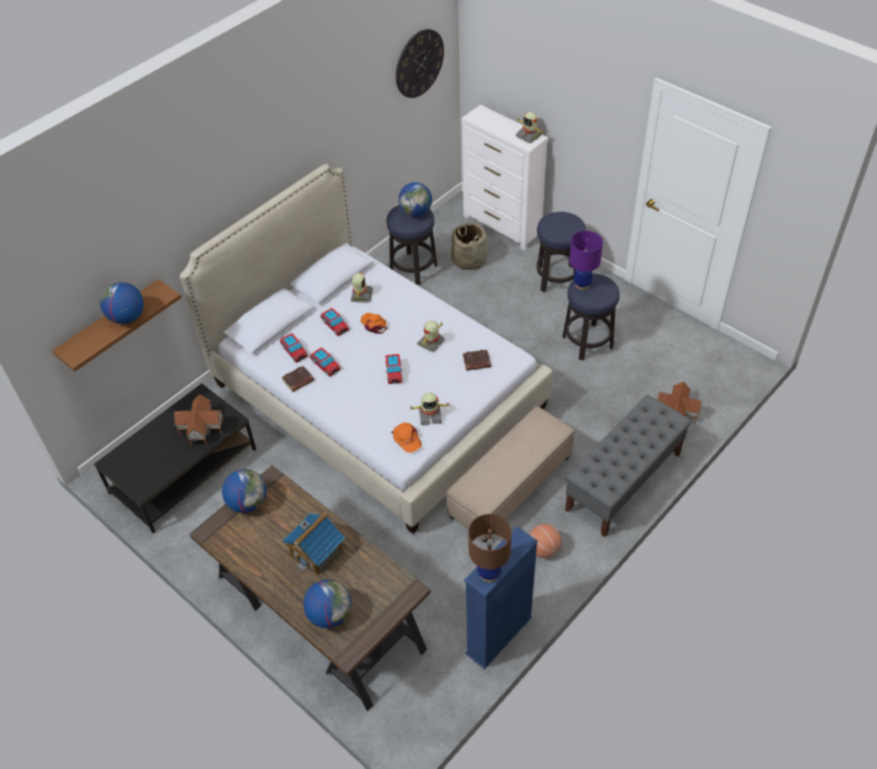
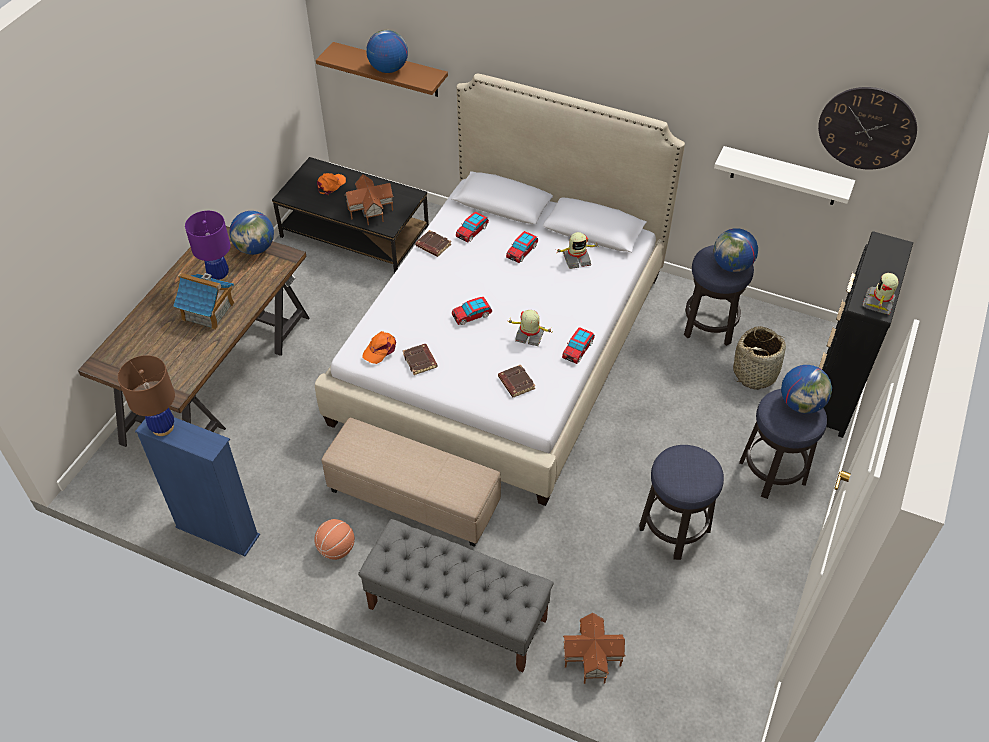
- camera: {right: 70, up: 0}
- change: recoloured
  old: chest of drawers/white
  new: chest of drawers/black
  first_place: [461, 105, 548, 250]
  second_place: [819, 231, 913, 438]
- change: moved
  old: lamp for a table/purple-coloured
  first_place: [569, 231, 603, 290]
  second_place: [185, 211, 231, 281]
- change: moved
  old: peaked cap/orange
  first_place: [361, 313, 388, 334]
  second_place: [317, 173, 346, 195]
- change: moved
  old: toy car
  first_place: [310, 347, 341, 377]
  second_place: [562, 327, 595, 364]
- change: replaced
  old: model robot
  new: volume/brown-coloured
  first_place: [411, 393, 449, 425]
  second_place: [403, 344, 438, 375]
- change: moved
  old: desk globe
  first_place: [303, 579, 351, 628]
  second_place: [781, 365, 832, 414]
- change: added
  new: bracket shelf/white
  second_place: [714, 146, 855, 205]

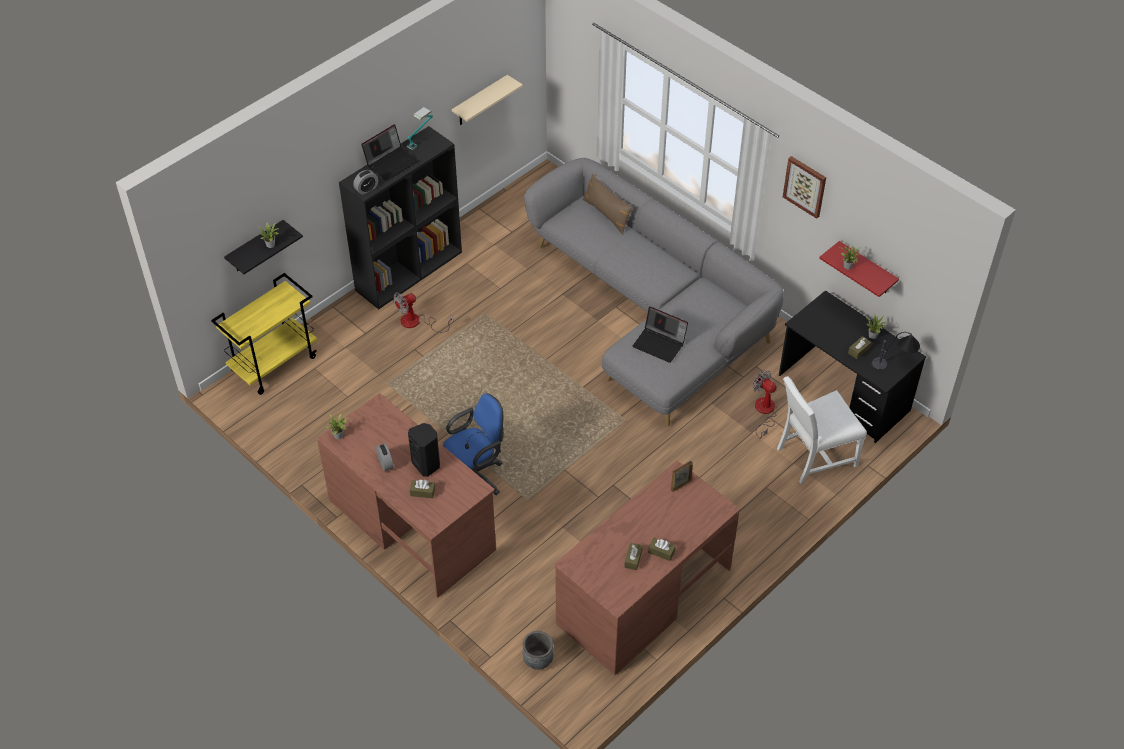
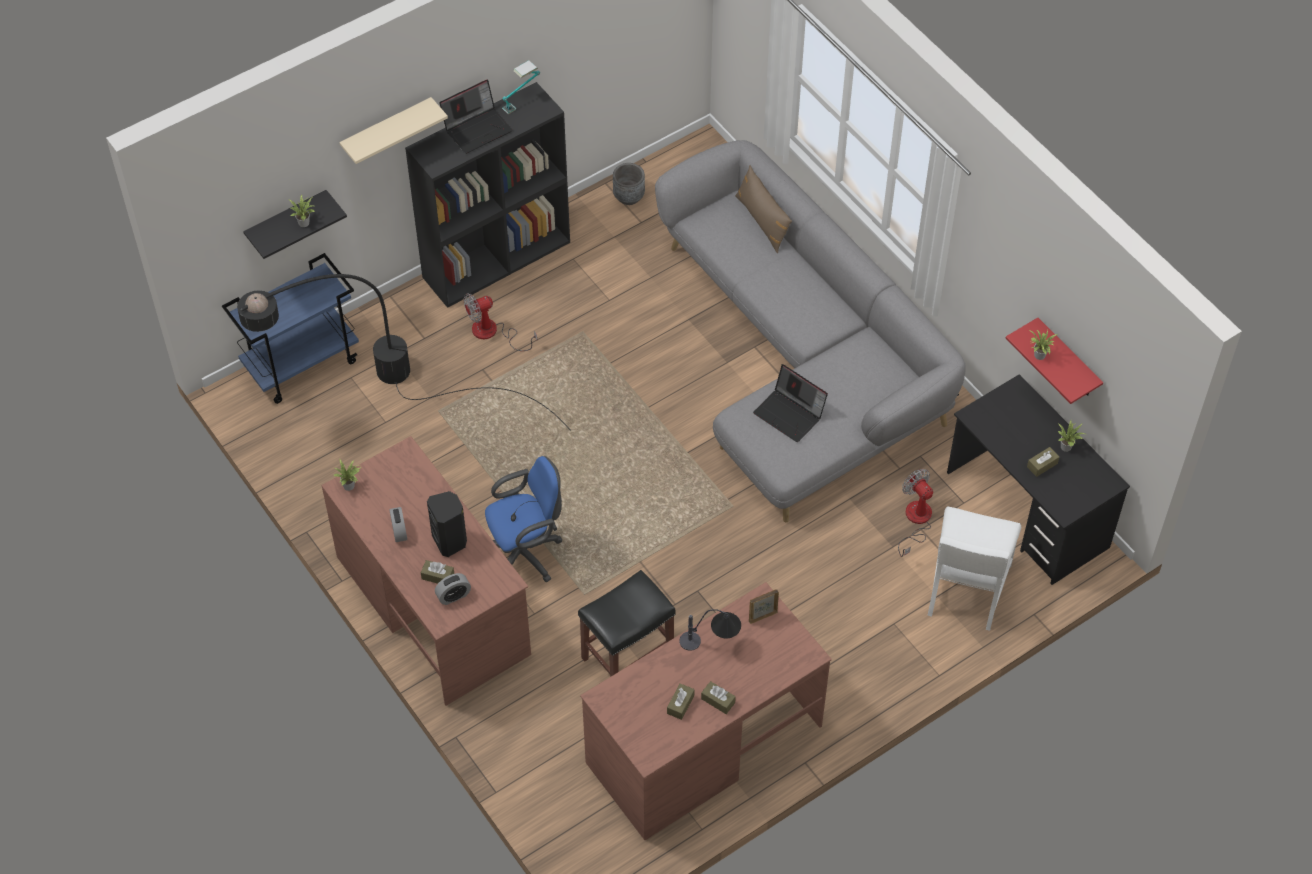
- camera: {right: 10, up: 5}
- change: moved
  old: bracket shelf/beige
  first_place: [452, 75, 523, 125]
  second_place: [339, 97, 448, 164]
- change: removed
  old: wall picture
  first_place: [783, 156, 826, 219]
- change: moved
  old: bedside clock
  first_place: [353, 170, 378, 195]
  second_place: [435, 573, 471, 605]
- change: recoloured
  old: trolley/yellow-coloured
  new: trolley/bluish
  first_place: [211, 273, 317, 395]
  second_place: [222, 253, 359, 404]
- change: moved
  old: lamp for a table
  first_place: [872, 332, 920, 370]
  second_place: [679, 609, 741, 651]
- change: turned
  old: upright chair/white
  first_place: [777, 376, 867, 484]
  second_place: [928, 506, 1021, 631]
  degrees: -60
- change: moved
  old: plant pot/grey
  first_place: [523, 631, 553, 670]
  second_place: [613, 163, 645, 205]
- change: added
  new: floor lamp/black
  second_place: [237, 274, 571, 431]
- change: added
  new: stool seat/black
  second_place: [578, 570, 676, 677]

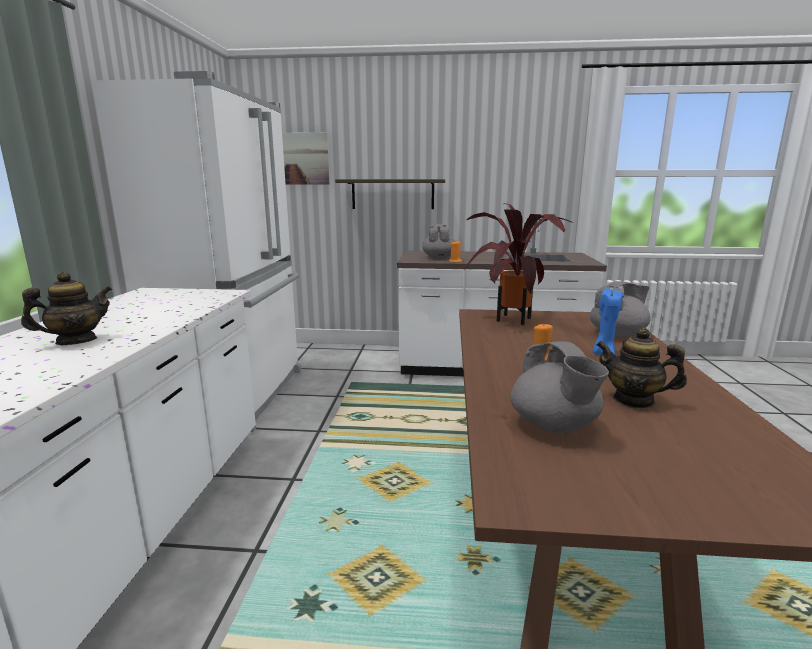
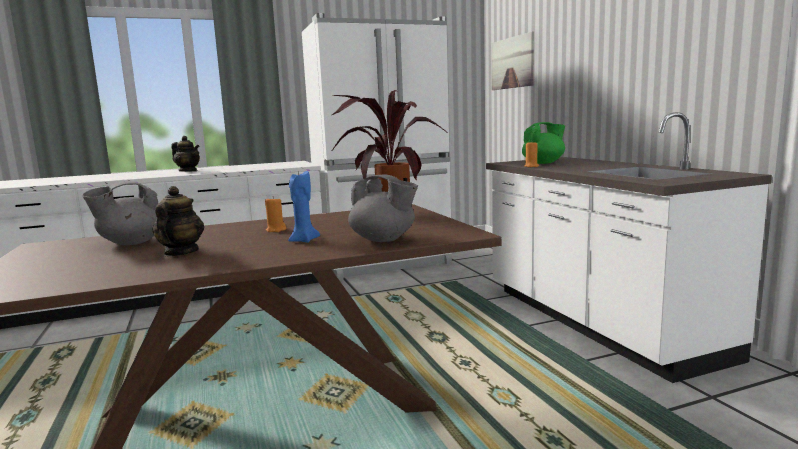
- camera: {right: 65, up: -5}
- change: removed
  old: bracket shelf
  first_place: [335, 179, 445, 209]
- change: recoloured
  old: pot for tea/grey
  new: pot for tea/green-coloured
  first_place: [422, 224, 456, 259]
  second_place: [522, 122, 565, 164]

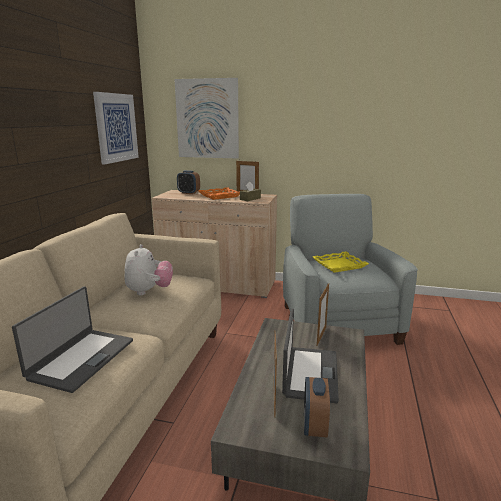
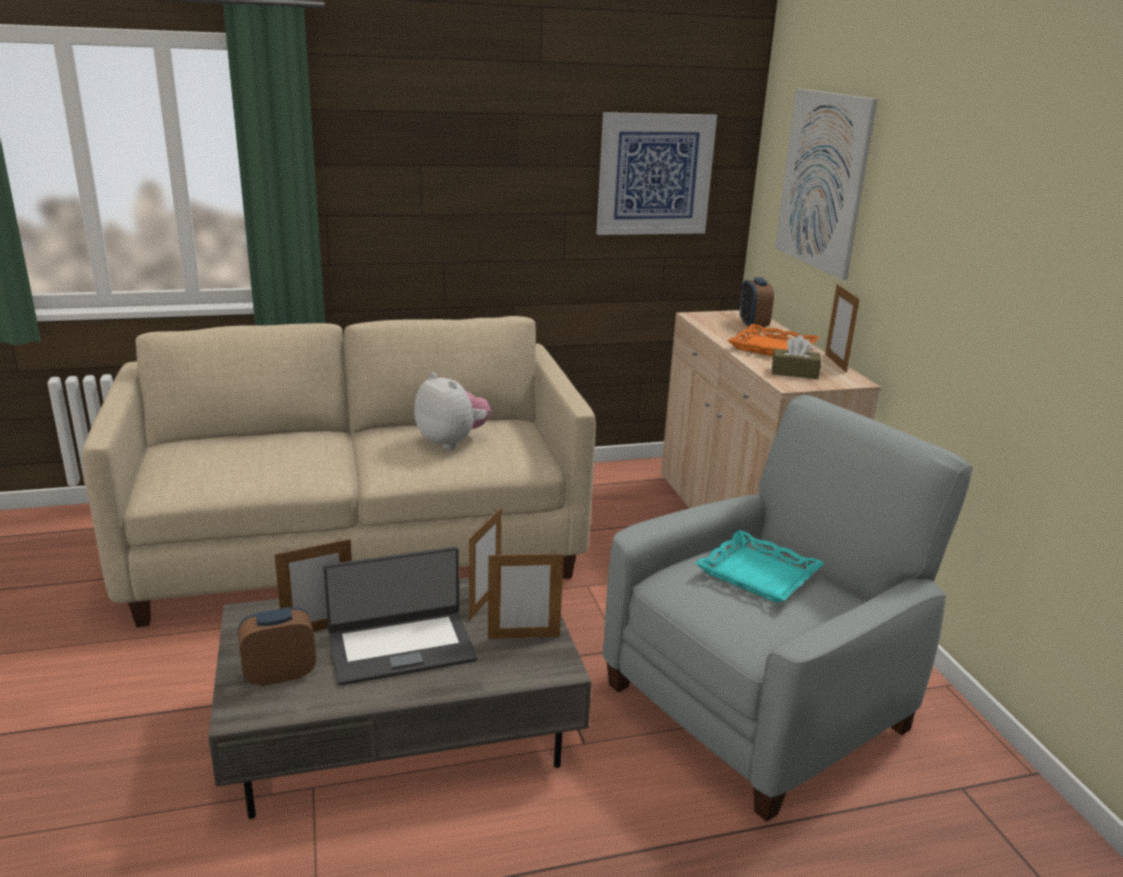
- camera: {right: 60, up: 5}
- change: turned
  old: plush toy
  first_place: [124, 244, 173, 295]
  second_place: [414, 372, 491, 450]
  degrees: -105
- change: recoloured
  old: serving tray/yellow-coloured
  new: serving tray/turquoise
  first_place: [313, 251, 369, 273]
  second_place: [695, 530, 824, 603]
- change: removed
  old: notebook computer
  first_place: [12, 286, 133, 393]
- change: added
  new: standing frame
  second_place: [469, 508, 502, 620]

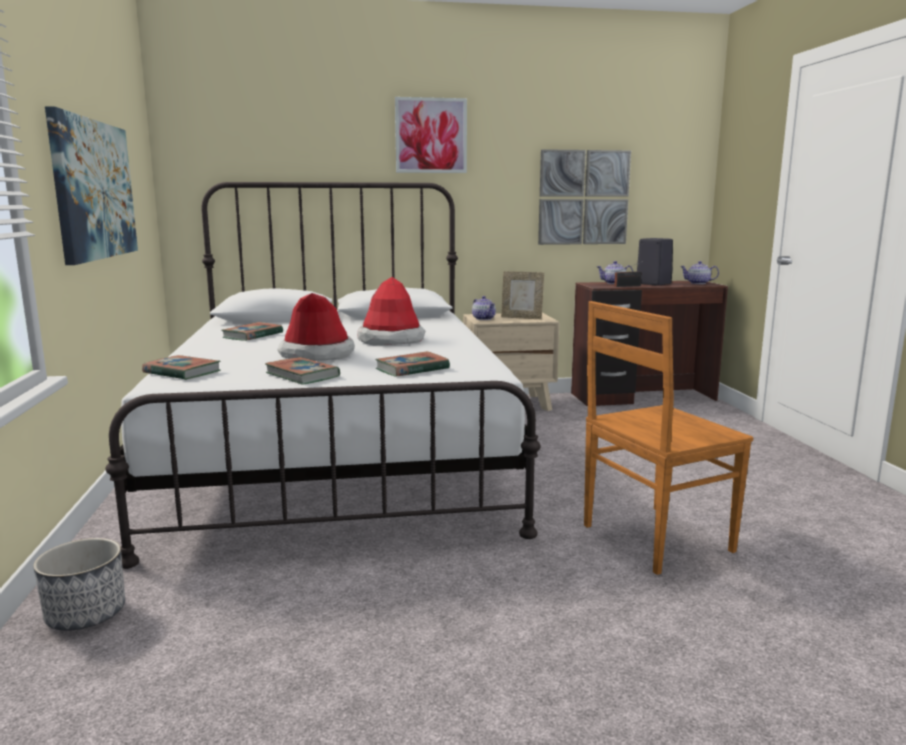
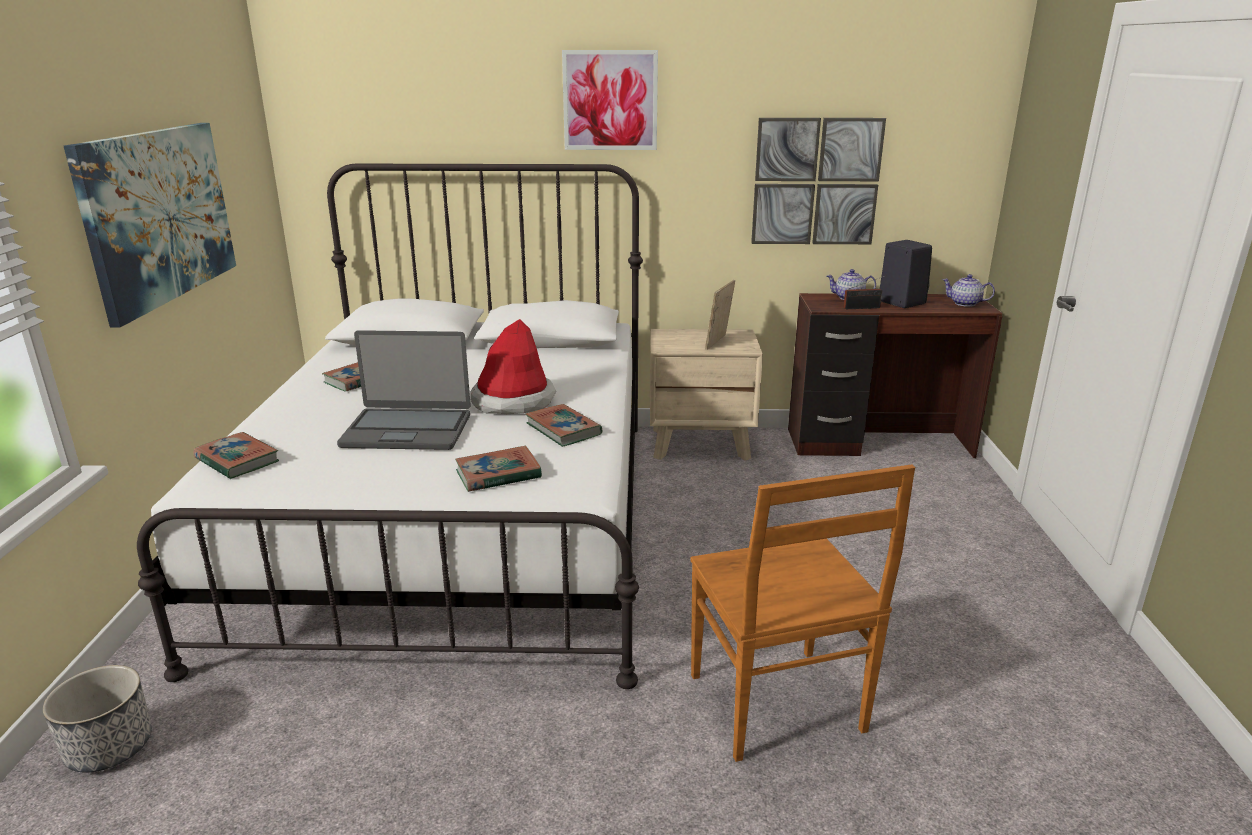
- camera: {right: 10, up: 10}
- change: turned
  old: standing frame
  first_place: [501, 271, 544, 319]
  second_place: [705, 280, 735, 350]
  degrees: 90
- change: replaced
  old: wearable hat
  new: notebook computer
  first_place: [277, 293, 355, 361]
  second_place: [337, 330, 471, 450]
- change: removed
  old: pot for tea
  first_place: [472, 296, 496, 320]
- change: turned
  old: upright chair/brown-coloured
  first_place: [584, 301, 754, 575]
  second_place: [690, 464, 915, 762]
  degrees: -90
- change: moved
  old: volume
  first_place: [265, 357, 340, 385]
  second_place: [525, 404, 602, 447]

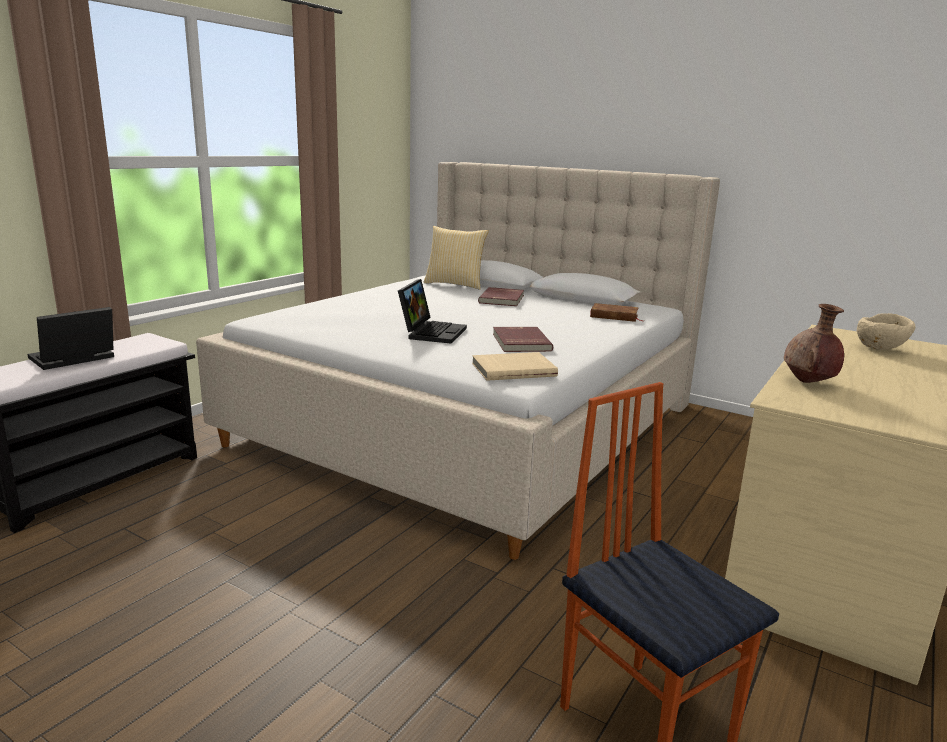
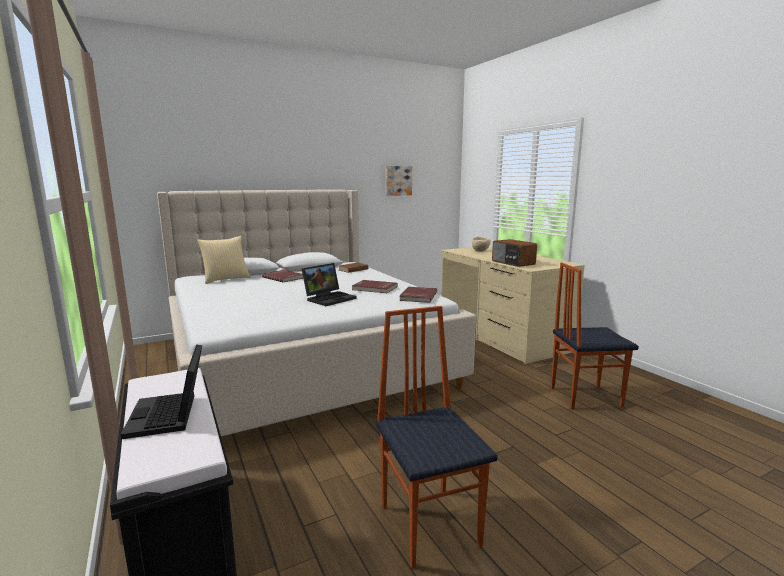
- camera: {right: -60, up: -5}
- change: turned
  old: notebook computer
  first_place: [398, 279, 467, 344]
  second_place: [302, 263, 356, 306]
  degrees: 90
- change: replaced
  old: decorative vase/brown-coloured
  new: radio set
  first_place: [784, 304, 844, 383]
  second_place: [492, 239, 537, 267]
- change: recoloured
  old: volume/beige
  new: volume/red-coloured
  first_place: [472, 352, 558, 381]
  second_place: [399, 286, 437, 303]
- change: added
  new: wall picture
  second_place: [386, 166, 412, 196]
- change: added
  new: upright chair
  second_place: [376, 306, 498, 569]

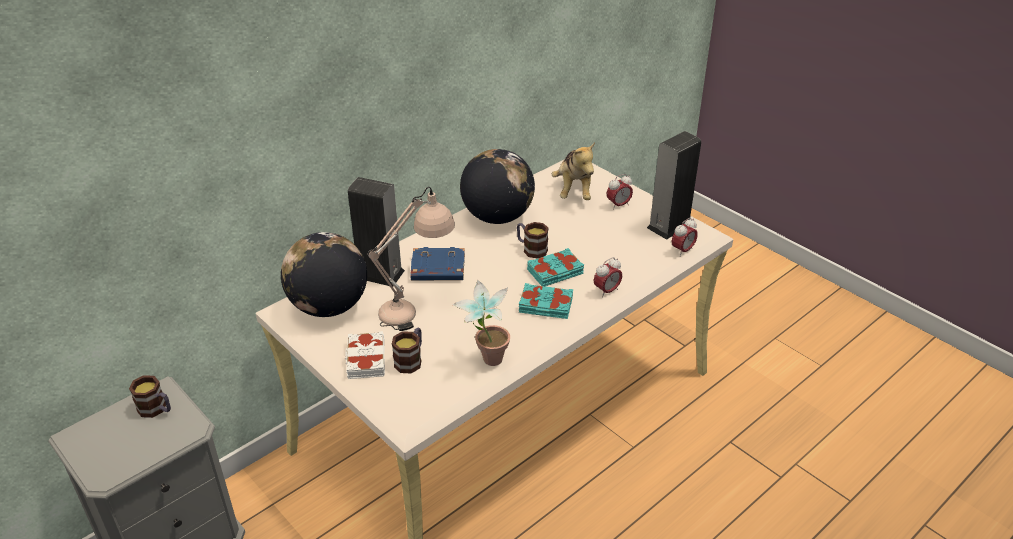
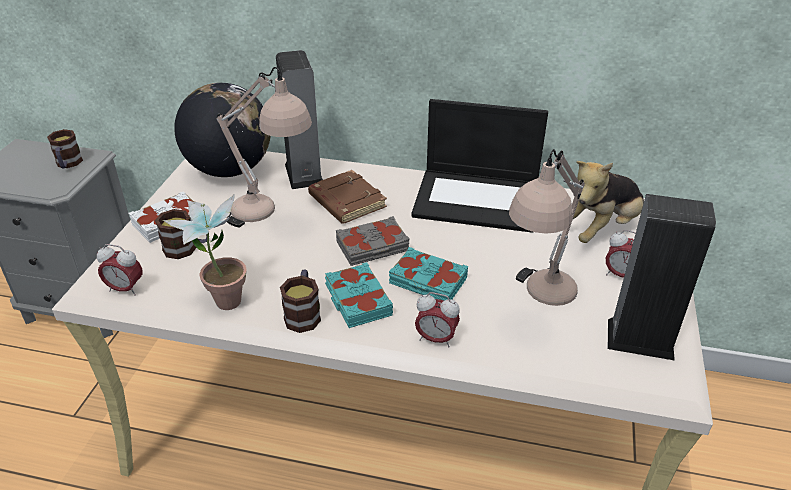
- camera: {right: 55, up: 0}
- change: replaced
  old: desk globe
  new: notebook computer
  first_place: [460, 149, 535, 224]
  second_place: [411, 99, 548, 233]
- change: moved
  old: bedside clock
  first_place: [672, 218, 698, 257]
  second_place: [97, 244, 143, 296]
- change: moved
  old: mug
  first_place: [517, 222, 549, 259]
  second_place: [280, 270, 321, 333]
- change: recoloured
  old: volume/bluish
  new: volume/brown-coloured
  first_place: [410, 247, 465, 280]
  second_place: [308, 170, 387, 224]
- change: added
  new: lamp for a table/beige
  second_place: [509, 149, 585, 306]
- change: added
  new: volume/grey
  second_place: [336, 216, 410, 266]

